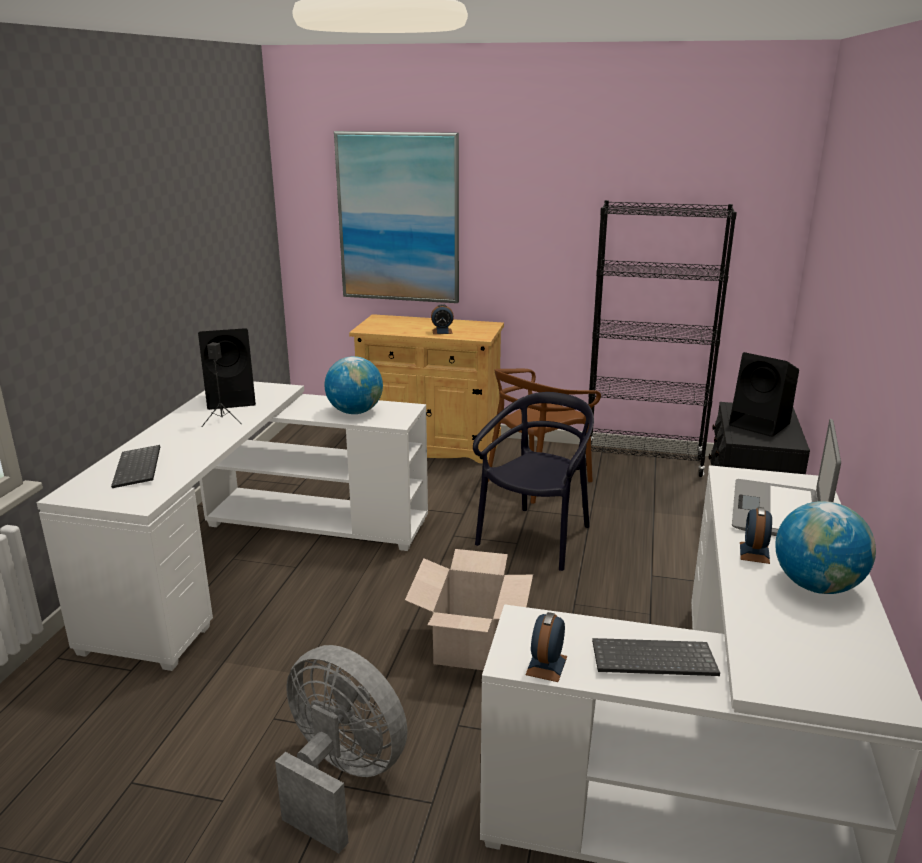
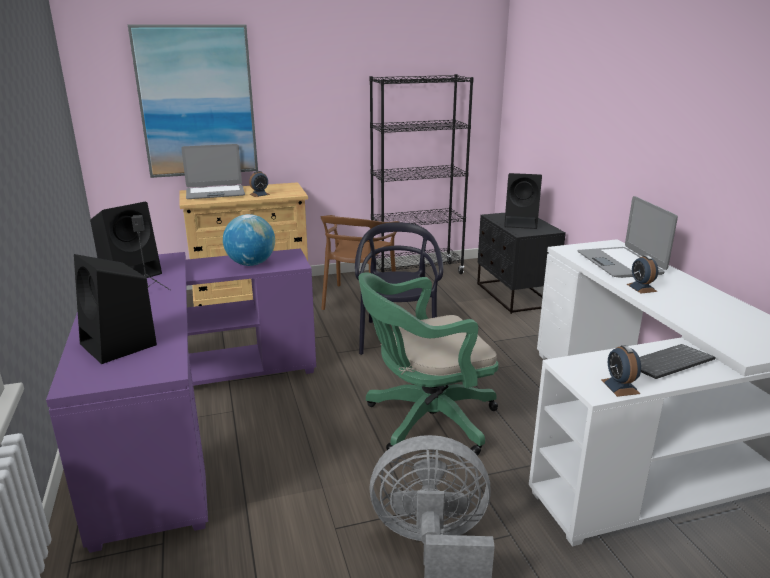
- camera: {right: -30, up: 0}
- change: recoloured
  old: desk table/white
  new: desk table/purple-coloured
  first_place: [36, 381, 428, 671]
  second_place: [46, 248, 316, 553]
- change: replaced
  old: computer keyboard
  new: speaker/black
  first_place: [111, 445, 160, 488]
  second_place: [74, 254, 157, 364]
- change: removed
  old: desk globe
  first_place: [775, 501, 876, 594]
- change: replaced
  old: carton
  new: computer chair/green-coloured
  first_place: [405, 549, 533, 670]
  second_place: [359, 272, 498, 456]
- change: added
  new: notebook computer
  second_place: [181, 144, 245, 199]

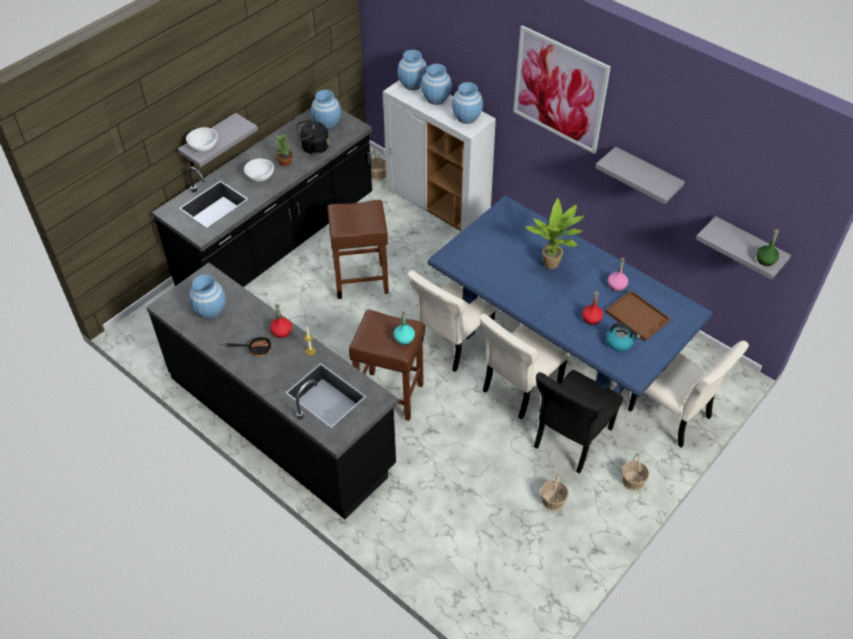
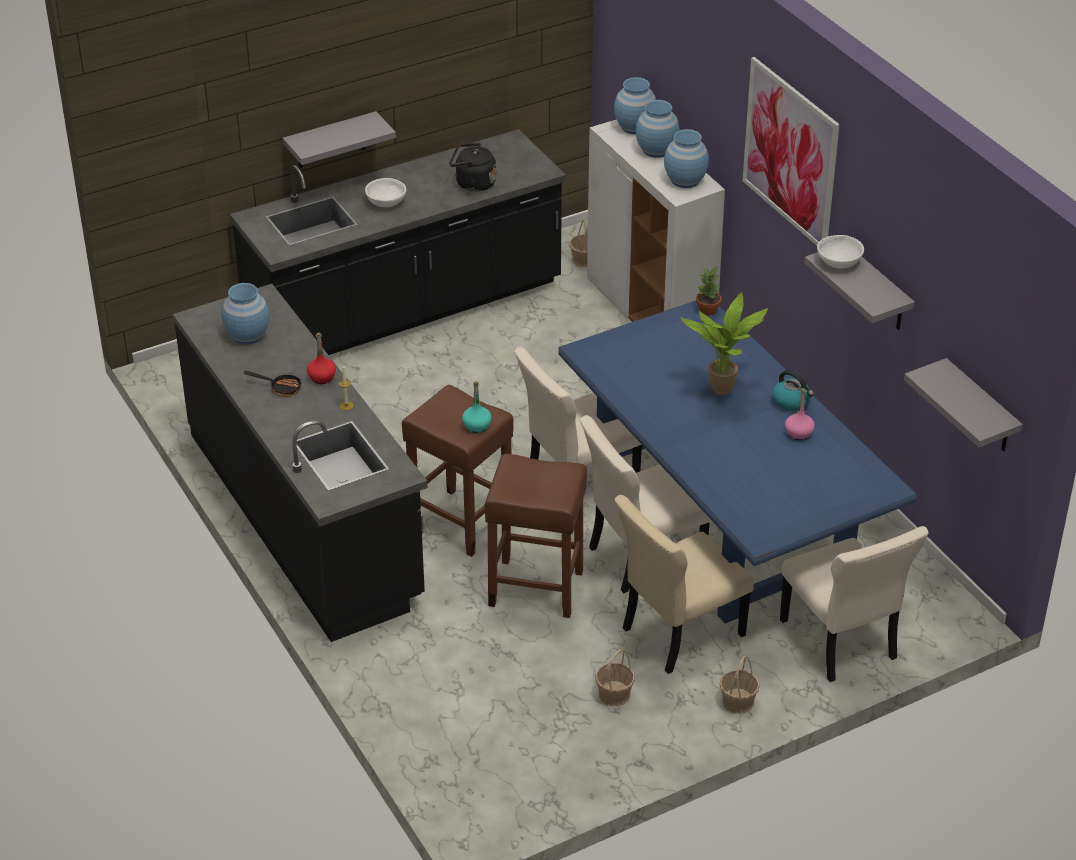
- camera: {right: 20, up: -10}
- change: removed
  old: decorative vase/bluish
  first_place: [311, 90, 341, 129]
- change: moved
  old: deep dish/white
  first_place: [186, 127, 218, 151]
  second_place: [817, 235, 864, 269]
- change: moved
  old: potted plant
  first_place: [275, 134, 293, 167]
  second_place: [696, 267, 722, 316]
- change: moved
  old: stool seat/brown-coloured
  first_place: [327, 200, 389, 299]
  second_place: [485, 454, 587, 618]
- change: removed
  old: drink bottle/green-coloured
  first_place: [756, 229, 779, 266]
- change: removed
  old: drink bottle/red-coloured
  first_place: [582, 291, 603, 325]
- change: removed
  old: serving tray/brown-coloured
  first_place: [605, 291, 671, 341]
- change: moved
  old: water kettle
  first_place: [606, 323, 640, 351]
  second_place: [772, 370, 814, 411]
- change: recoloured
  old: upright chair/black
  new: upright chair/beige
  first_place: [534, 370, 623, 474]
  second_place: [614, 495, 754, 674]

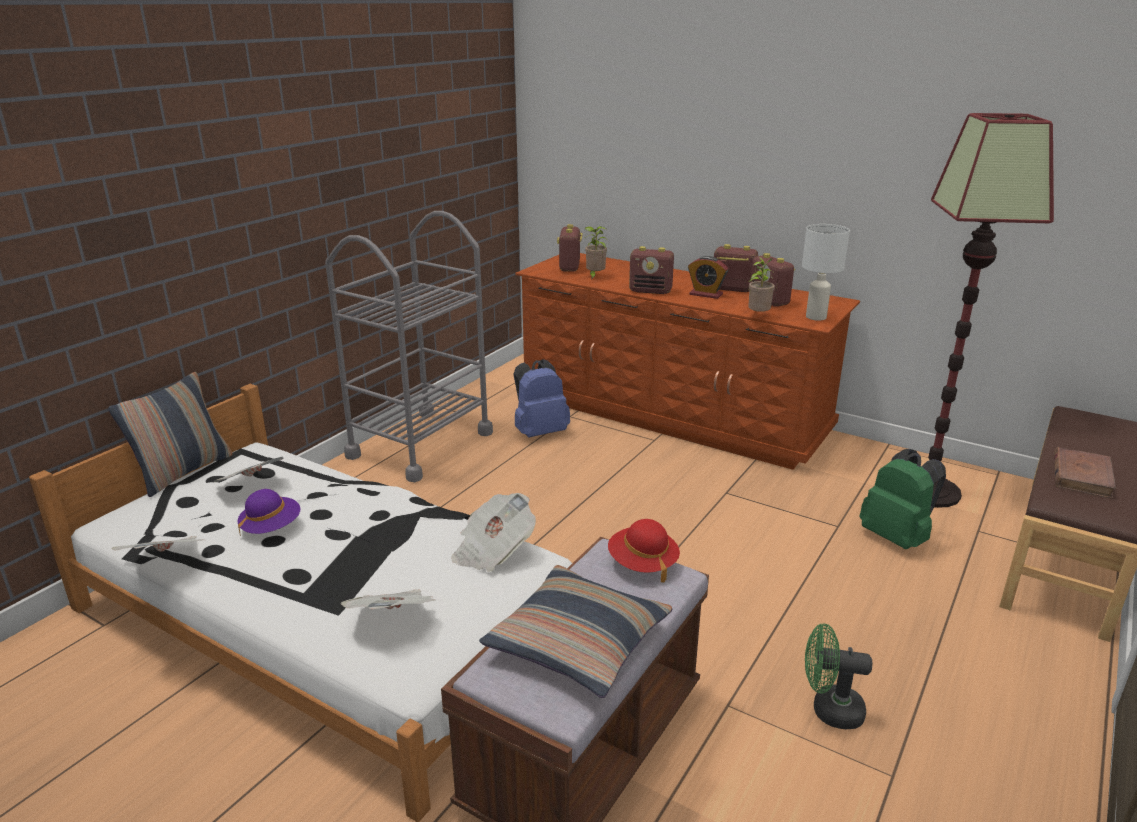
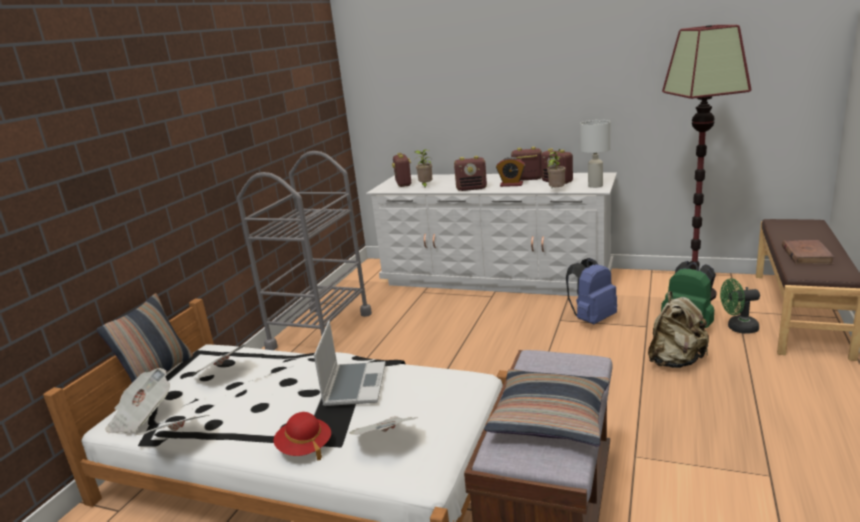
- camera: {right: -10, up: -5}
- change: recoloured
  old: chest of drawers/brown-coloured
  new: chest of drawers/white
  first_place: [515, 253, 860, 470]
  second_place: [366, 172, 617, 296]
- change: moved
  old: knapsack/bluish
  first_place: [513, 359, 570, 437]
  second_place: [566, 258, 617, 324]
- change: removed
  old: wearable hat/purple-coloured
  first_place: [237, 489, 300, 536]
- change: moved
  old: printed paper
  first_place: [451, 493, 536, 572]
  second_place: [105, 368, 170, 433]
- change: moved
  old: wearable hat/red-coloured
  first_place: [608, 519, 680, 582]
  second_place: [273, 412, 331, 460]
- change: moved
  old: electric fan/green-coloured
  first_place: [805, 624, 872, 729]
  second_place: [720, 278, 760, 334]
- change: added
  new: knapsack/beige
  second_place: [648, 291, 709, 368]
- change: added
  new: notebook computer
  second_place: [314, 320, 386, 406]

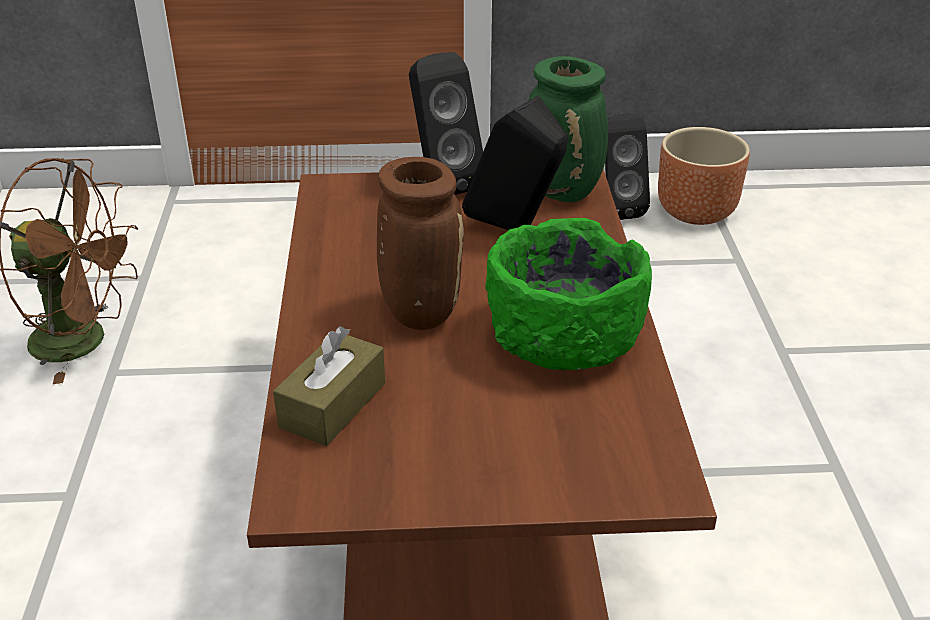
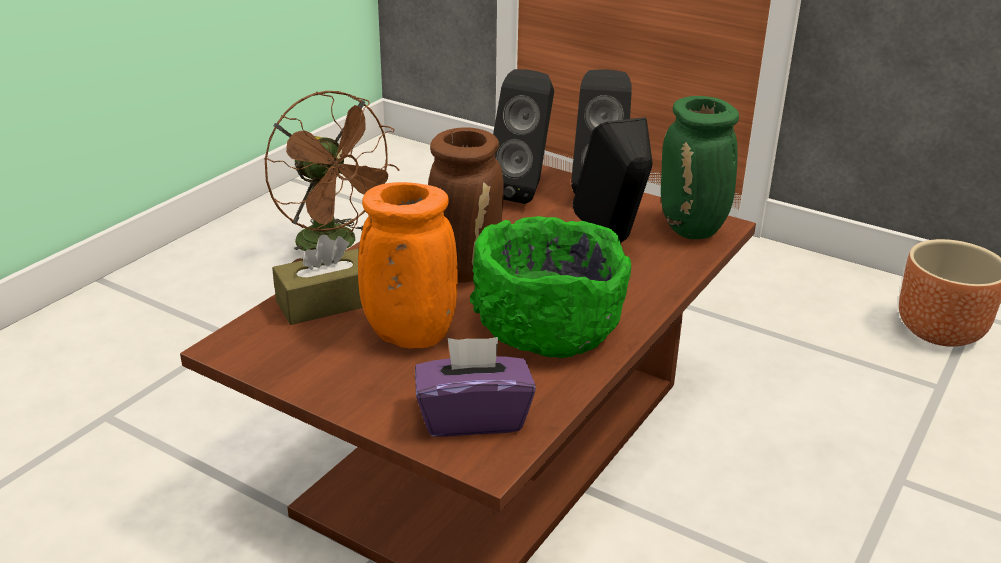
- camera: {right: 35, up: -5}
- change: moved
  old: speaker/black
  first_place: [605, 113, 650, 220]
  second_place: [493, 69, 554, 204]
- change: added
  new: decorative vase/orange
  second_place: [358, 182, 458, 348]
- change: added
  new: tissue box/purple-coloured
  second_place: [415, 337, 536, 437]

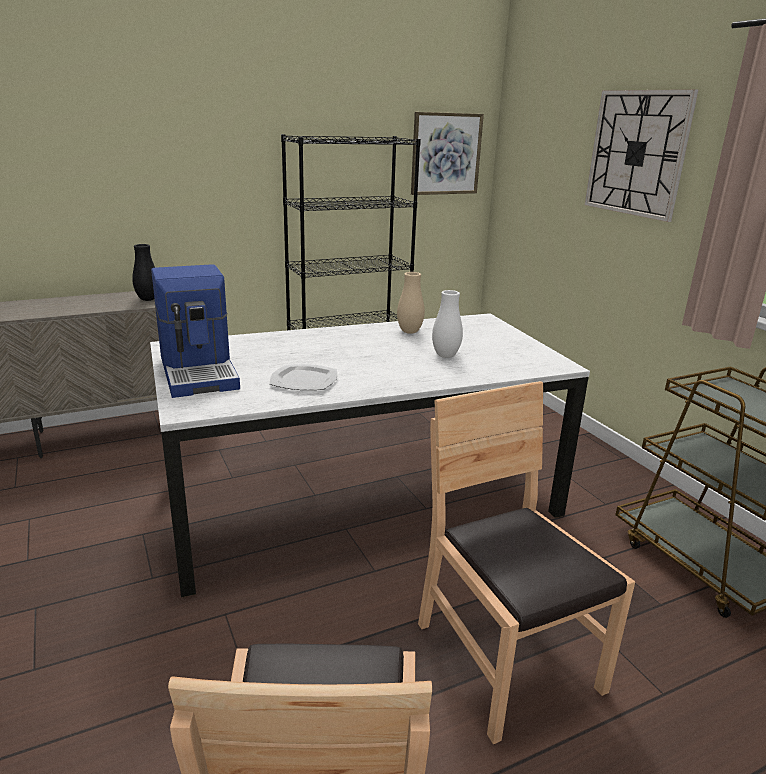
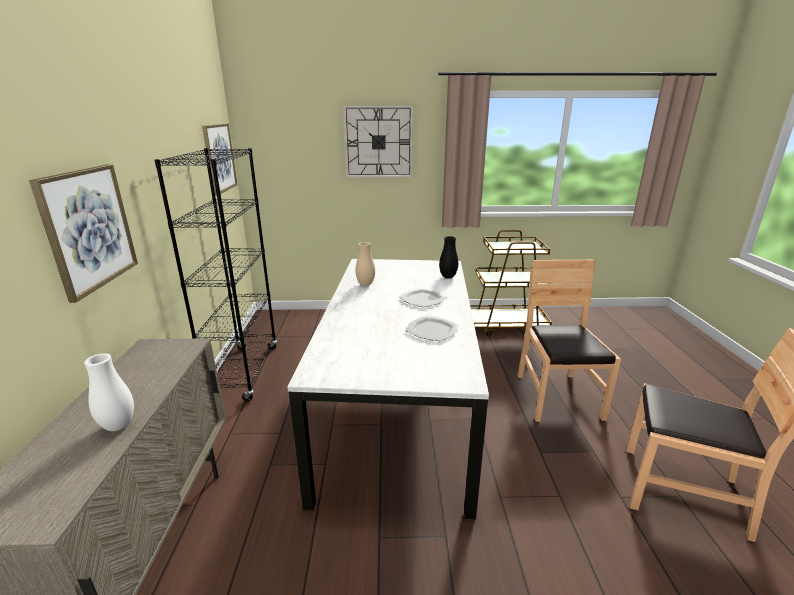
- camera: {right: -65, up: 0}
- change: moved
  old: decorative vase/black
  first_place: [132, 244, 155, 301]
  second_place: [439, 236, 458, 279]
- change: removed
  old: coffee brewer
  first_place: [151, 264, 240, 398]
- change: moved
  old: decorative vase/white
  first_place: [432, 290, 463, 358]
  second_place: [84, 353, 134, 431]
- change: turned
  old: upright chair/brown-coloured
  first_place: [418, 381, 635, 744]
  second_place: [517, 260, 621, 422]
  degrees: 90
- change: added
  new: wall picture
  second_place: [29, 164, 138, 303]
- change: added
  new: plate
  second_place: [400, 288, 447, 307]

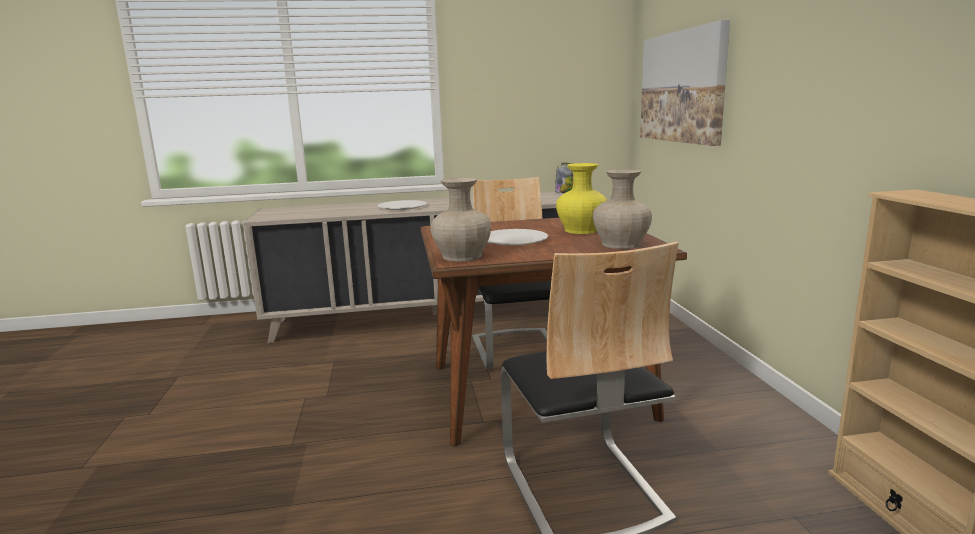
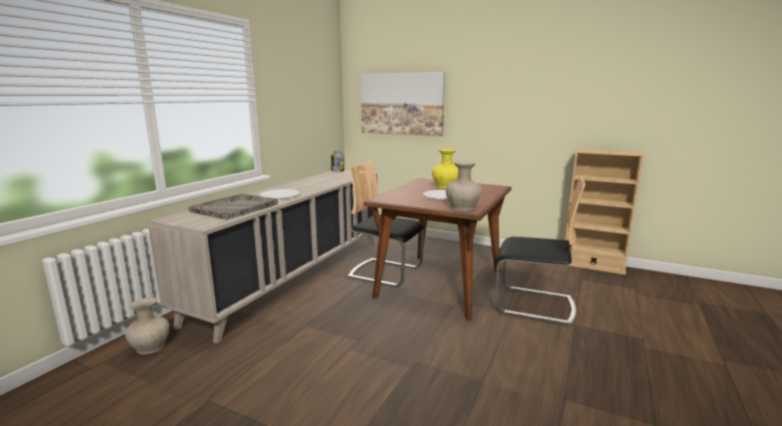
- camera: {right: -55, up: 0}
- change: moved
  old: decorative vase/beige
  first_place: [593, 169, 652, 249]
  second_place: [125, 297, 169, 355]
- change: added
  new: serving tray/grey
  second_place: [189, 194, 278, 220]

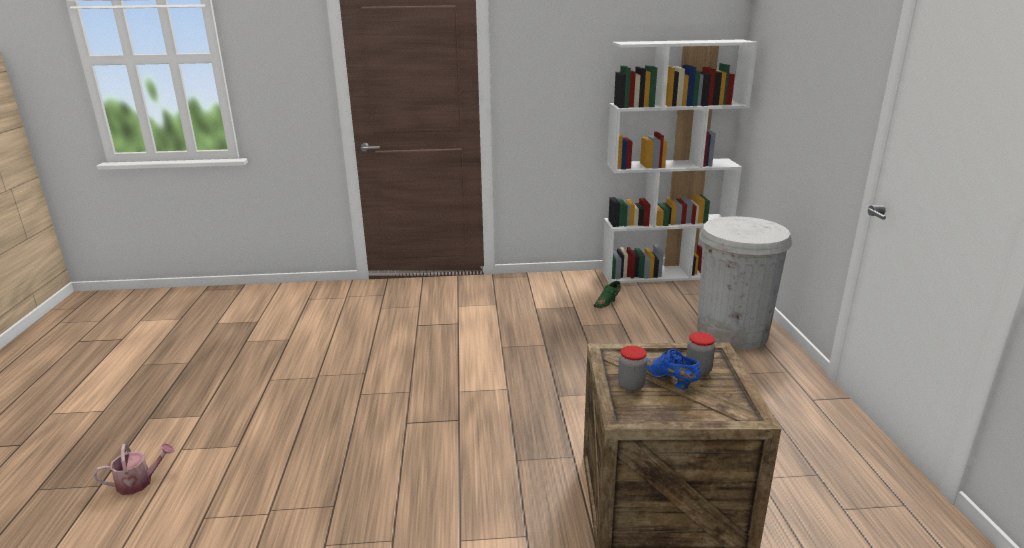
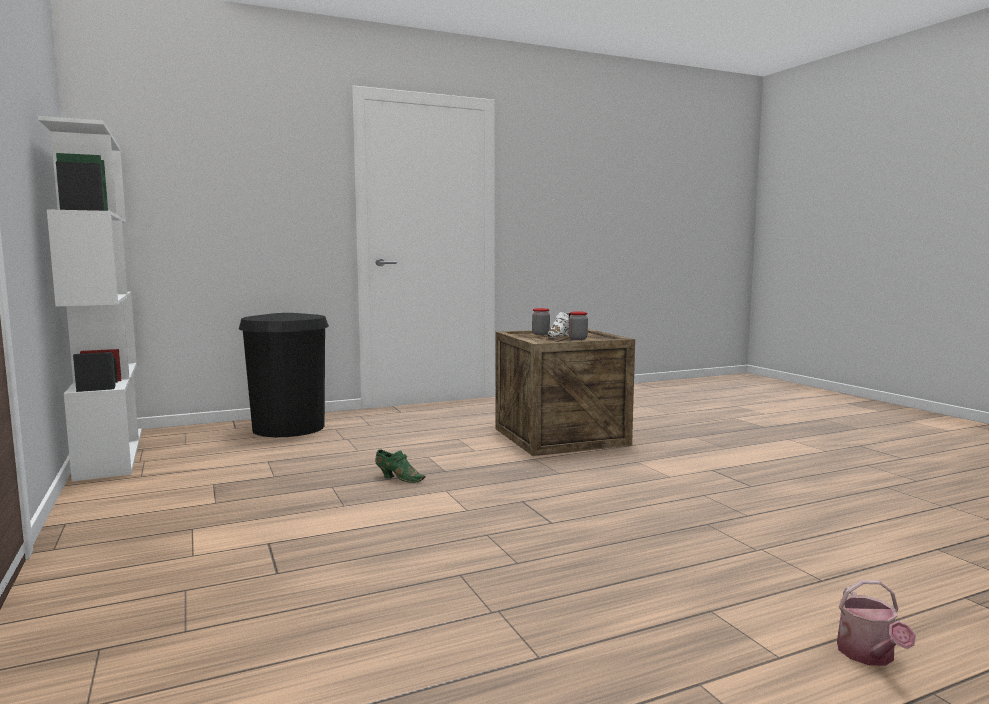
- camera: {right: -110, up: -15}
- change: recoloured
  old: trash can/white
  new: trash can/black
  first_place: [697, 216, 792, 350]
  second_place: [239, 313, 329, 437]
- change: moved
  old: item of footwear/green-coloured
  first_place: [594, 281, 621, 308]
  second_place: [375, 449, 426, 483]
- change: recoloured
  old: item of footwear/bluish
  new: item of footwear/white
  first_place: [646, 349, 701, 389]
  second_place: [547, 312, 571, 338]
- change: turned
  old: sprinkling can
  first_place: [93, 443, 175, 495]
  second_place: [837, 580, 916, 666]
  degrees: -135

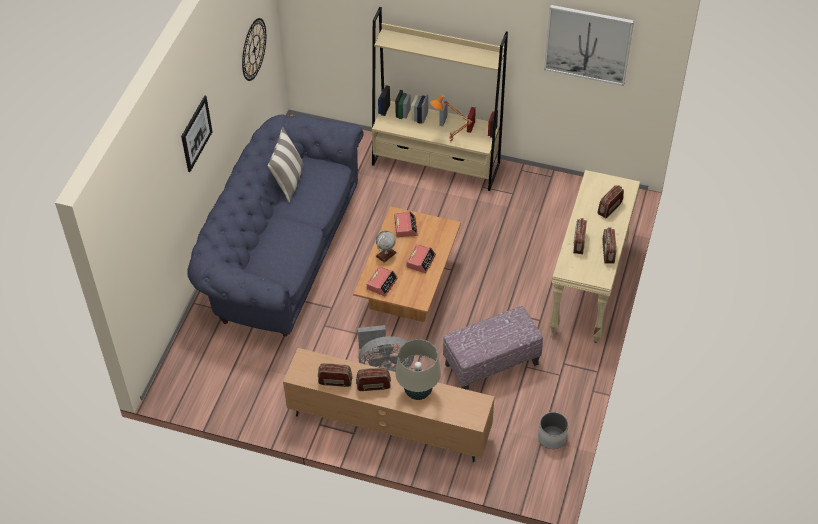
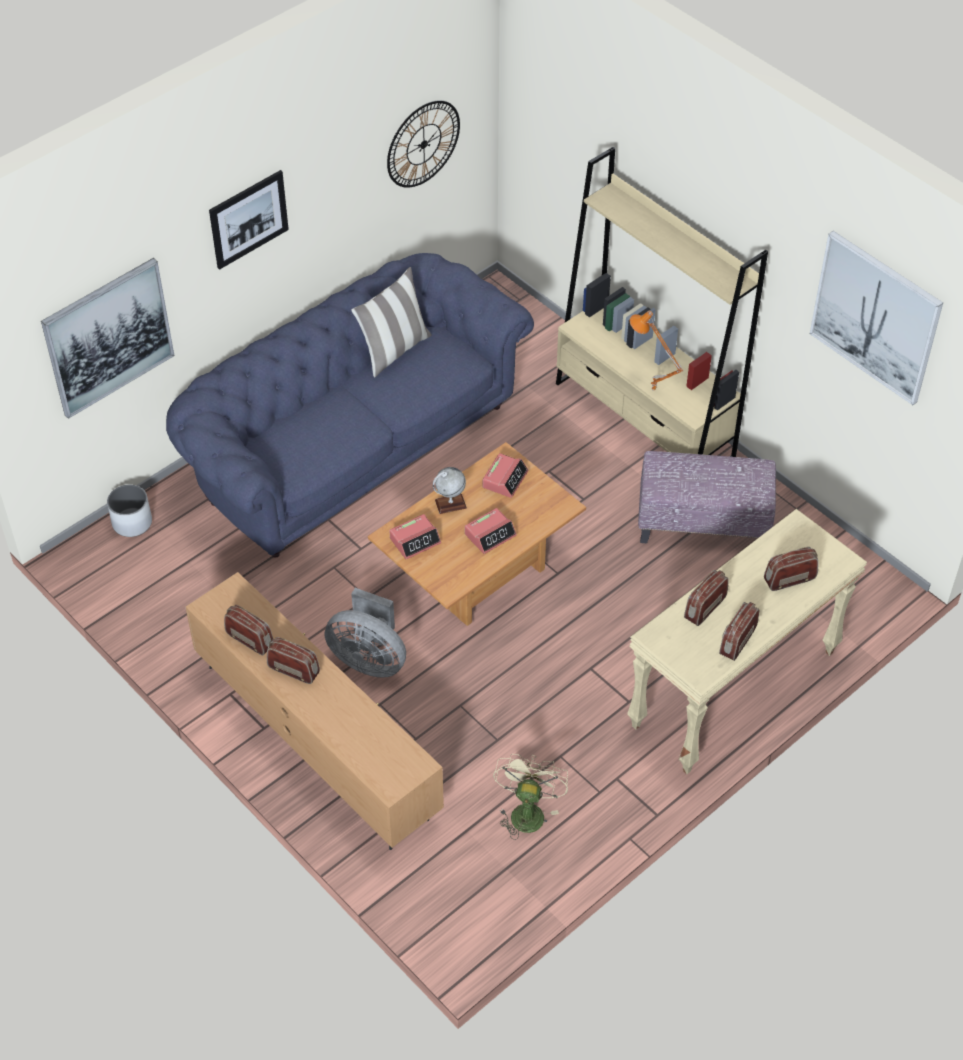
- camera: {right: 30, up: 0}
- change: moved
  old: pouffe
  first_place: [443, 306, 543, 390]
  second_place: [638, 451, 776, 543]
- change: removed
  old: lamp for a table/beige
  first_place: [395, 339, 441, 400]
- change: moved
  old: plant pot/white
  first_place: [538, 412, 568, 449]
  second_place: [107, 485, 152, 537]
- change: added
  new: wall picture
  second_place: [41, 258, 174, 419]
- change: added
  new: electric fan/beige
  second_place: [493, 754, 568, 840]

